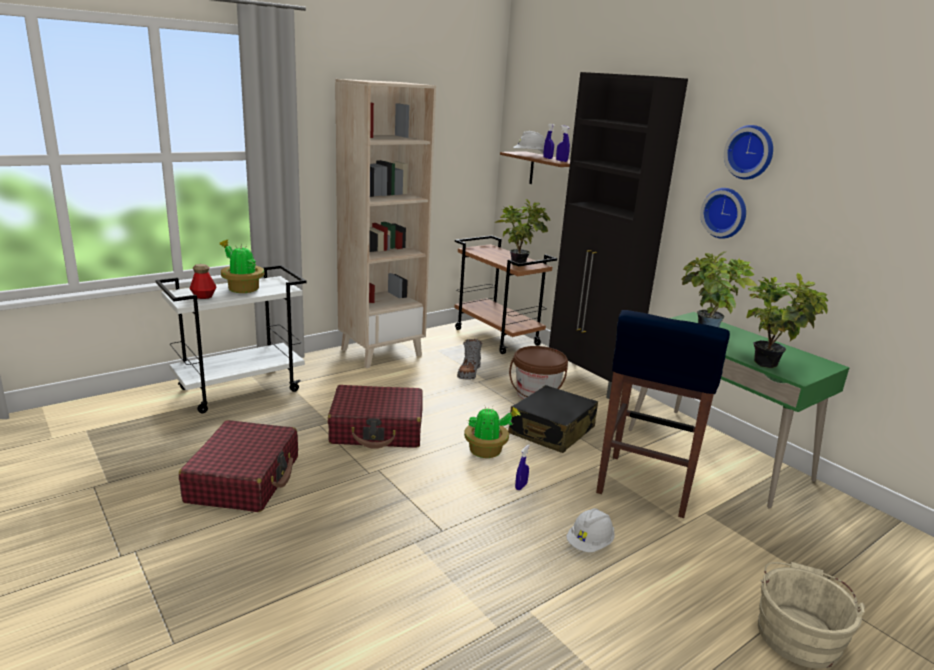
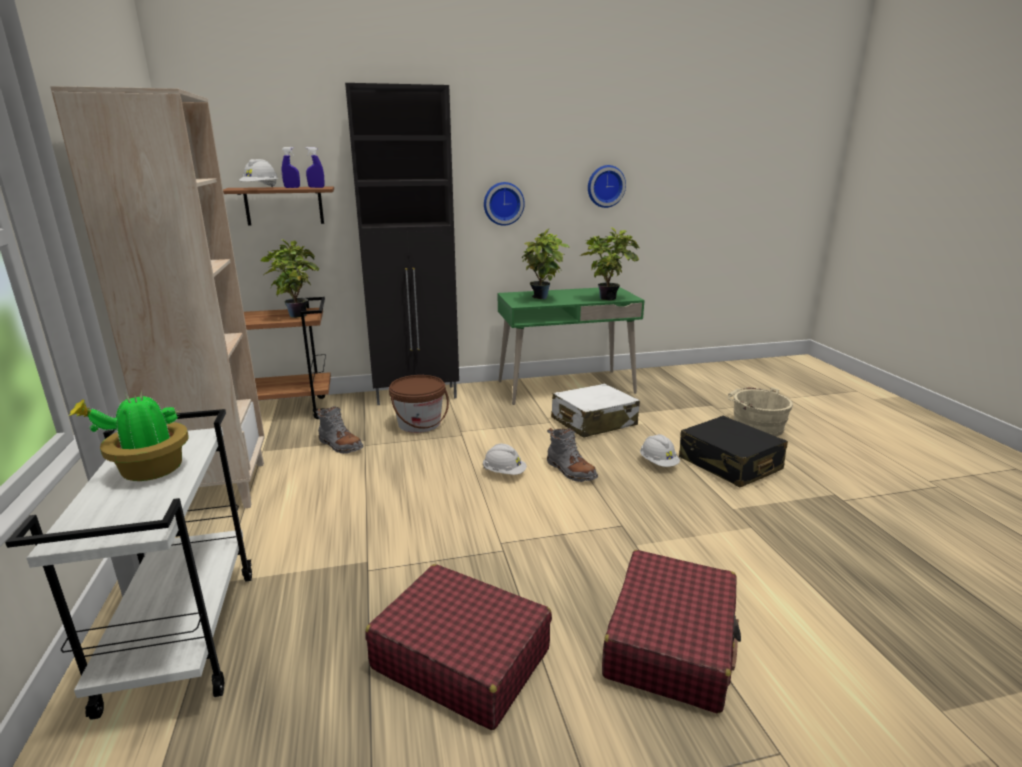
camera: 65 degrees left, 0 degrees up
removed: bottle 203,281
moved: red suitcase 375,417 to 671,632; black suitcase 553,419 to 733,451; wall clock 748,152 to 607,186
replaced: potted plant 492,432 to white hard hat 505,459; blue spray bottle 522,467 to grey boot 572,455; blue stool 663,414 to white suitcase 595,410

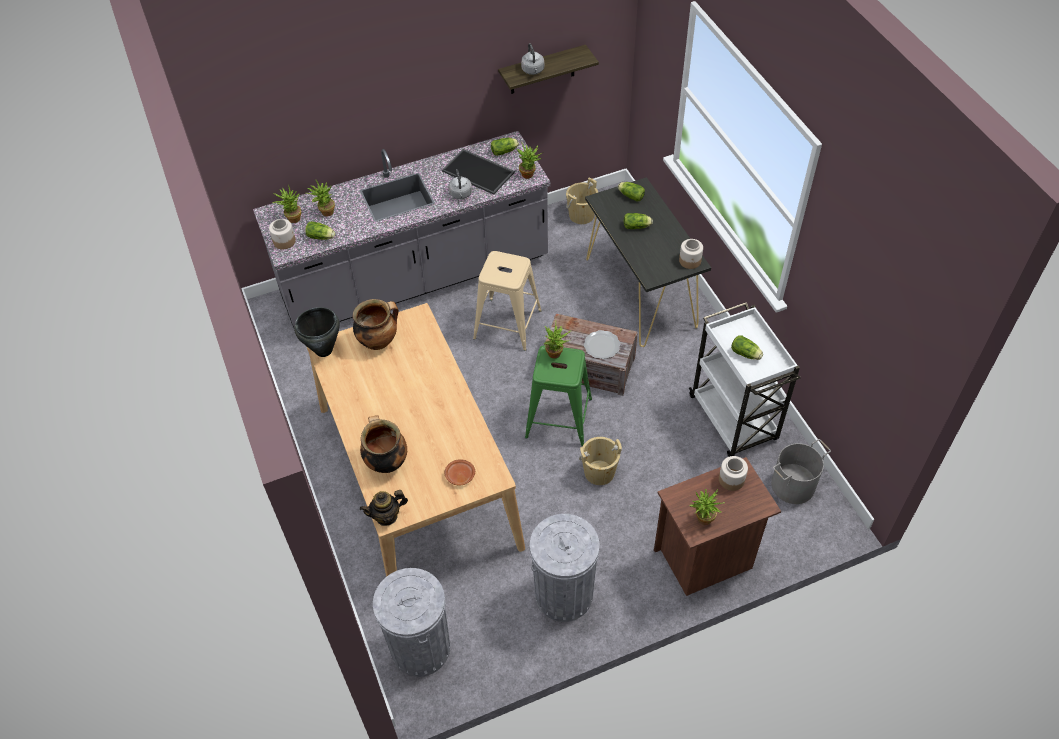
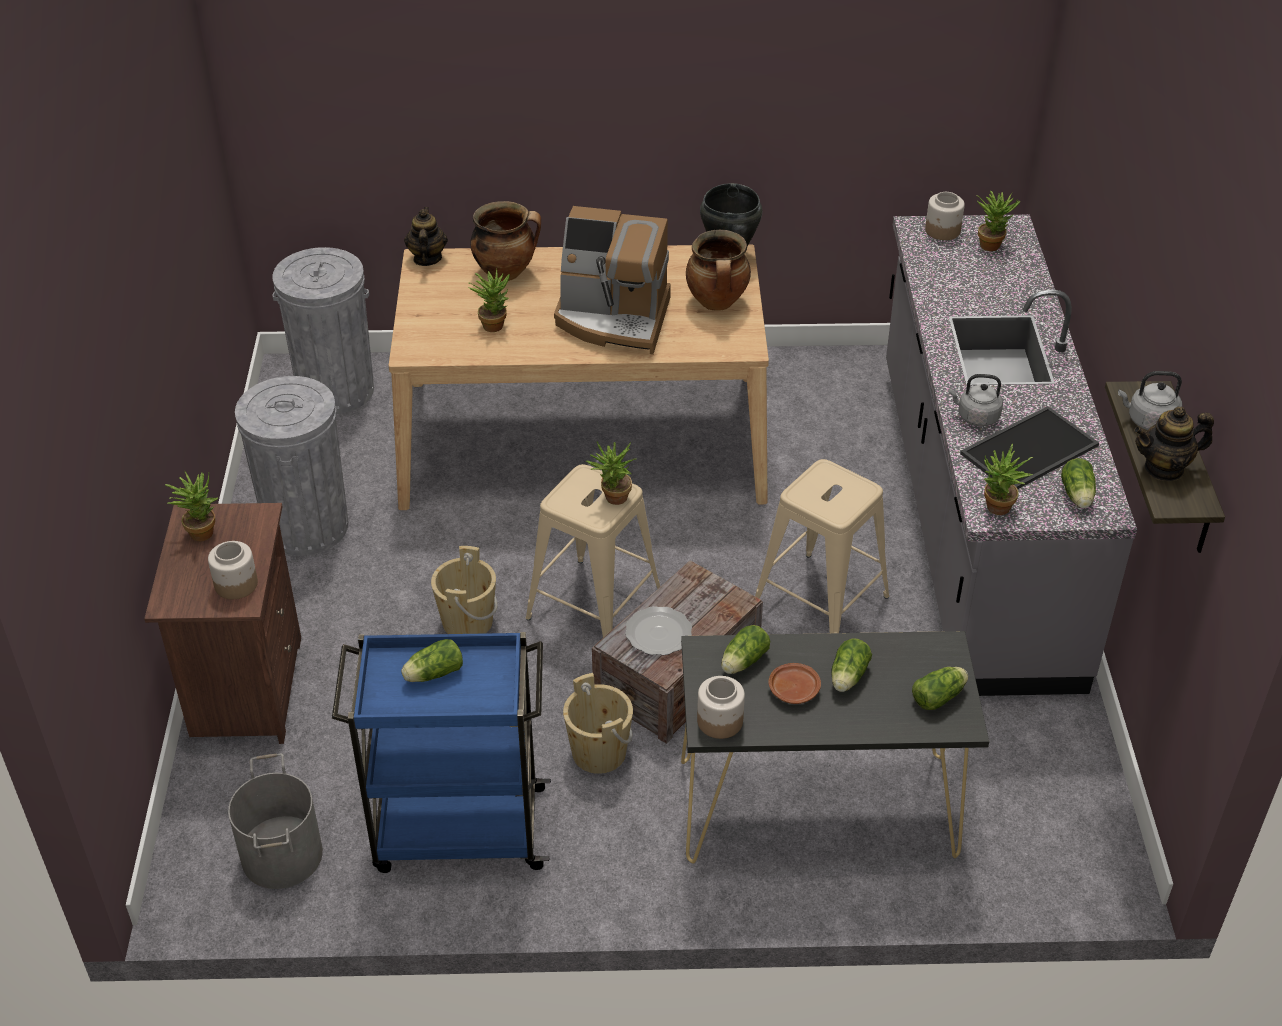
camera: 110 degrees right, 10 degrees down
added: coffee machine 612,280; teapot 1174,444
moved: potted plant 320,198 to 489,300; lettuce 320,230 to 745,649; brown plate 460,472 to 795,683; beige bucket 582,200 to 598,723
recoloured: green stool 558,395 to beige stool 593,550; white cart 744,379 to blue cart 441,752

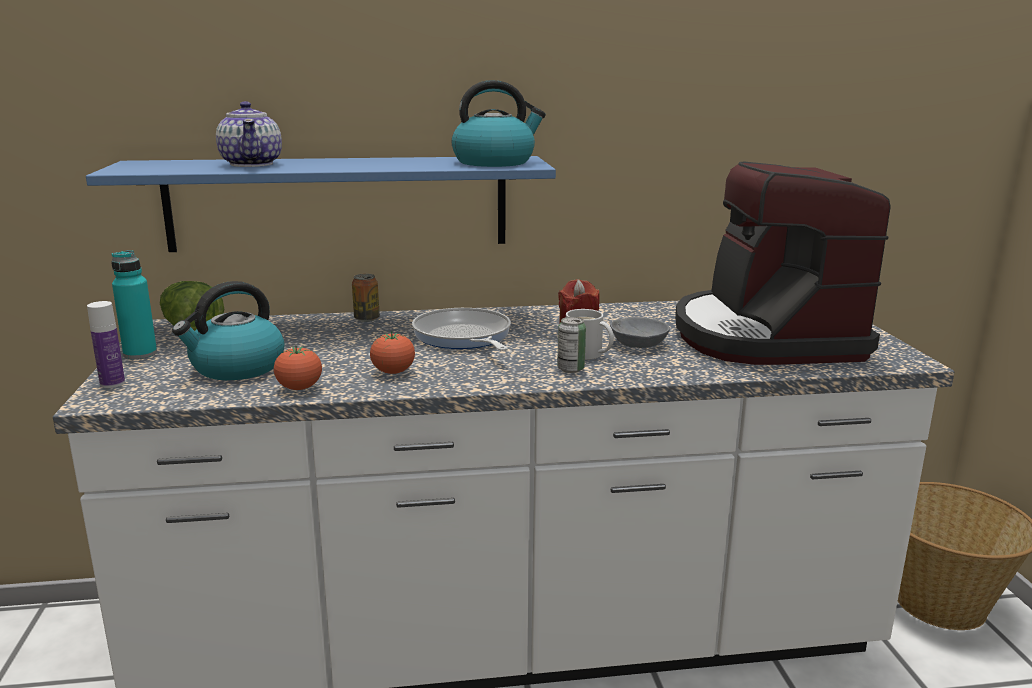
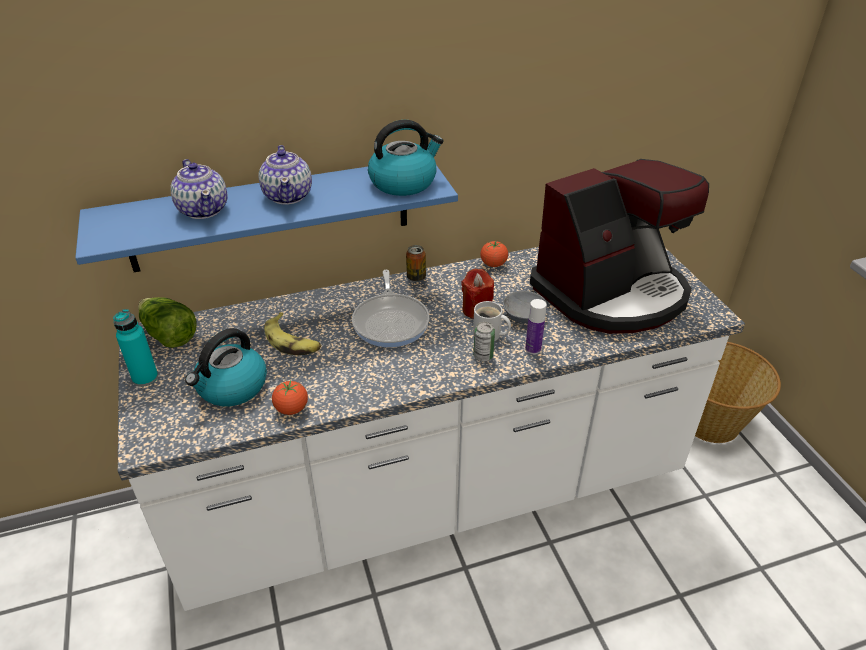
camera: 10 degrees left, 20 degrees up
added: teapot 285,175; banana 292,333
moved: bottle 106,344 to 536,326; can 366,298 to 416,263; tomato 392,352 to 494,254
turned: frying pan 461,329 = 390,308 150 degrees counterclockwise; coffee machine 783,263 = 619,246 105 degrees counterclockwise

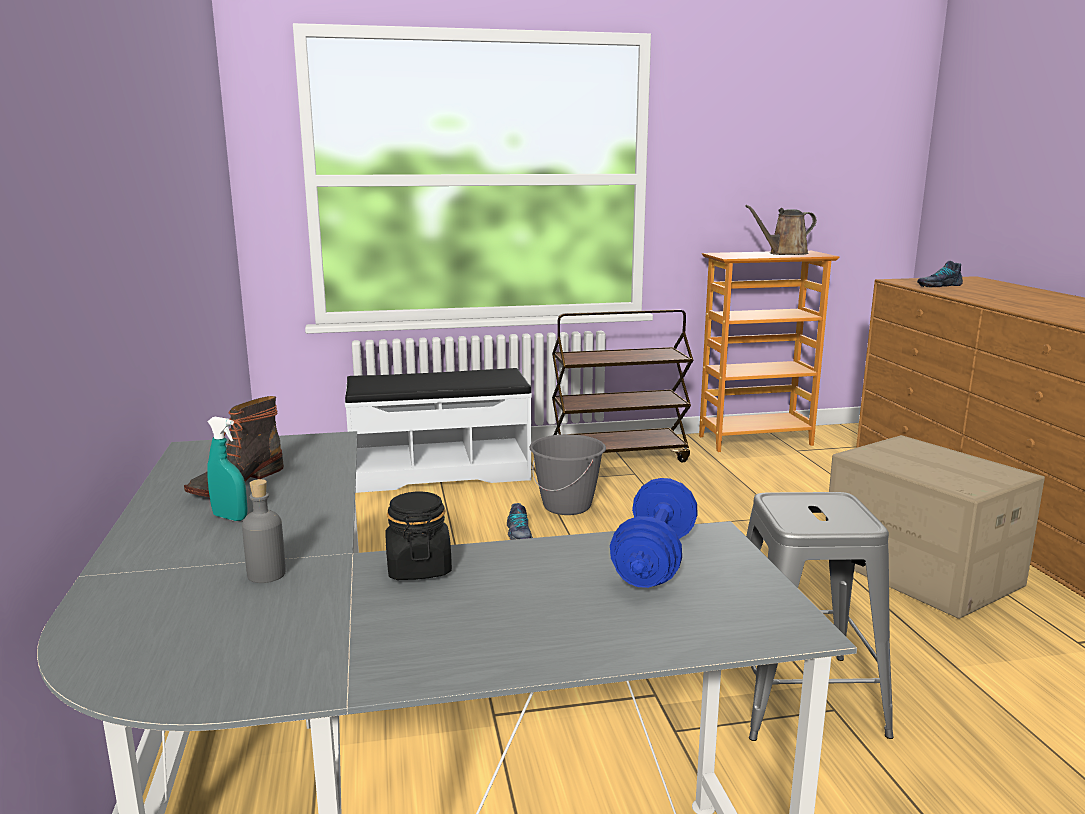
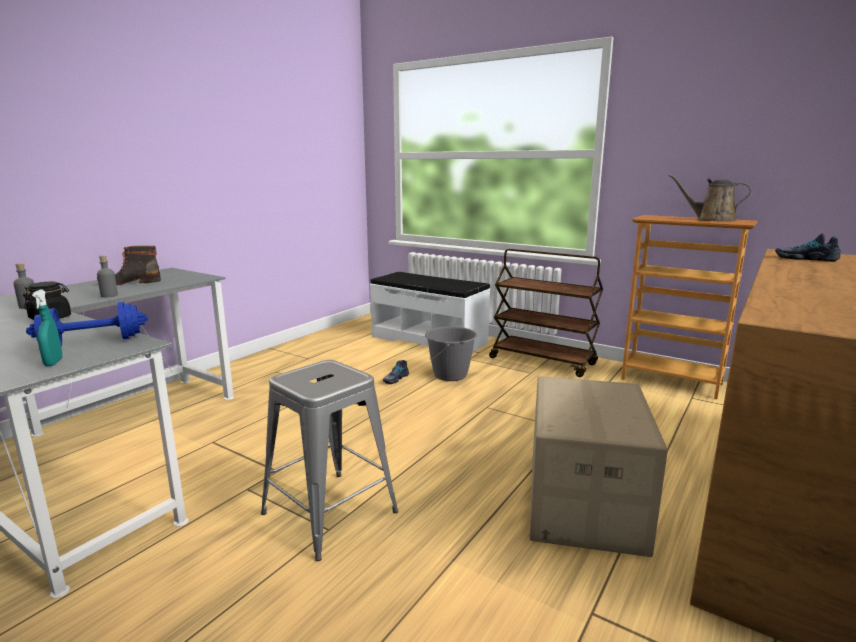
camera: 45 degrees right, 0 degrees up
added: grey bottle 107,276
moved: turquoise spray bottle 227,469 to 47,327

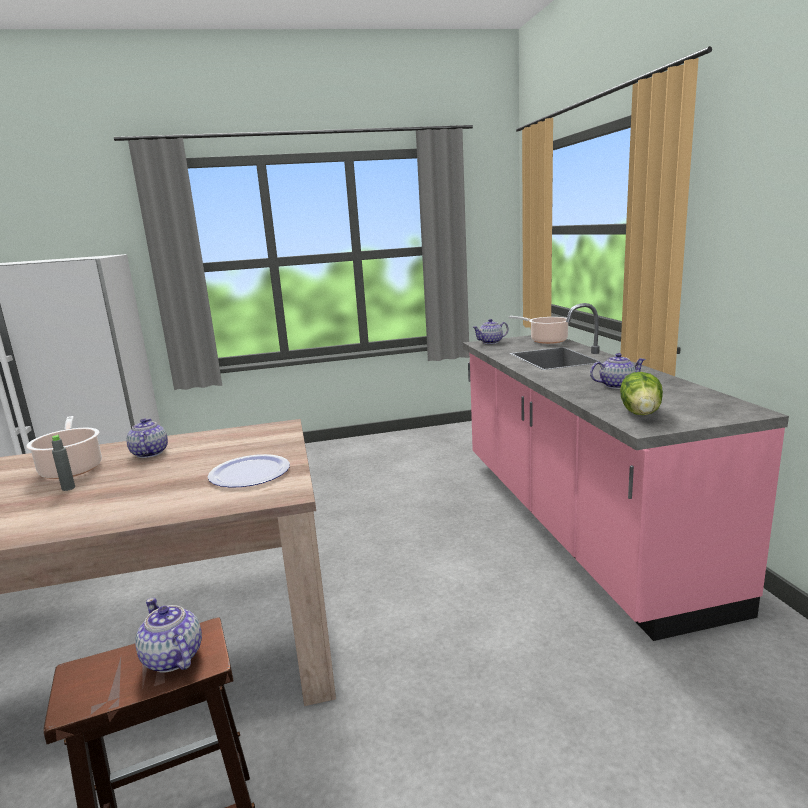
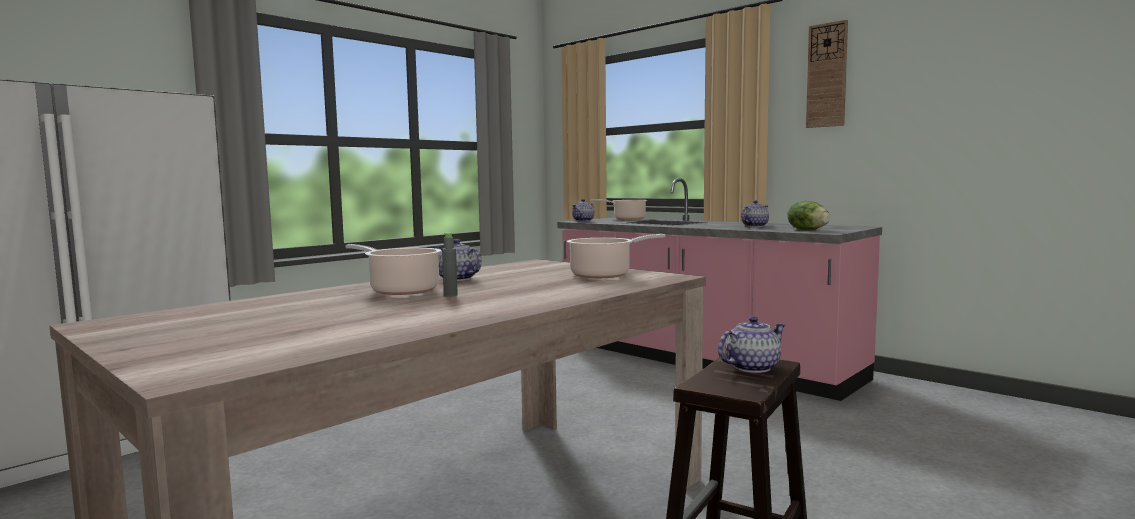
camera: 35 degrees left, 10 degrees down
added: wall clock 827,74
replaced: plate 249,471 to cooking pot 616,256
turned: teapot 168,635 = 752,344 135 degrees clockwise

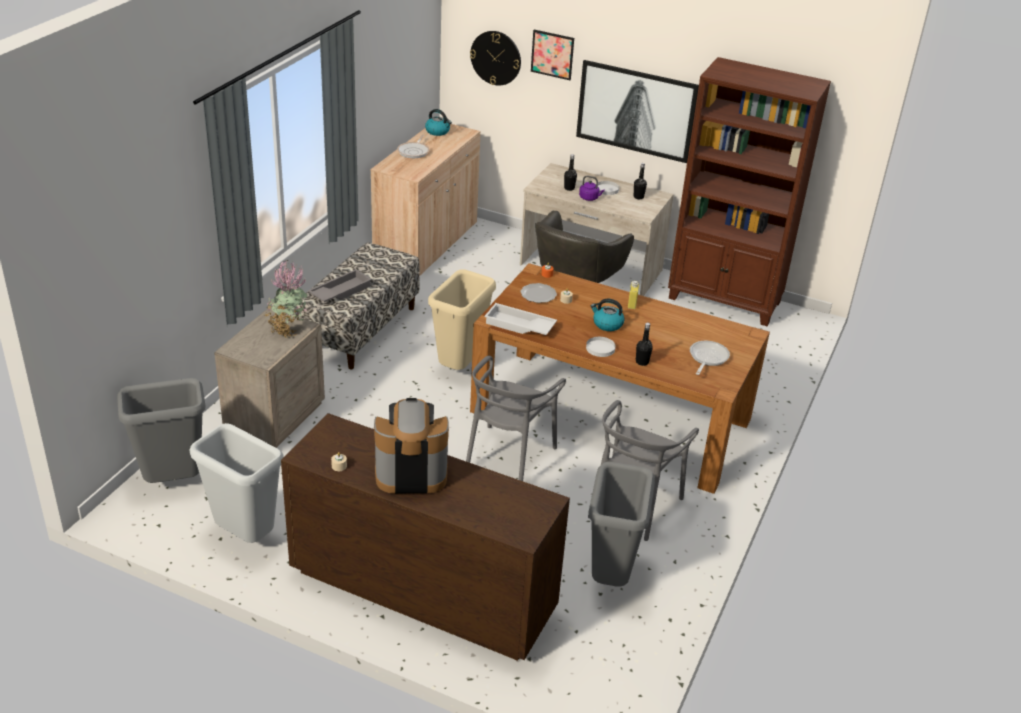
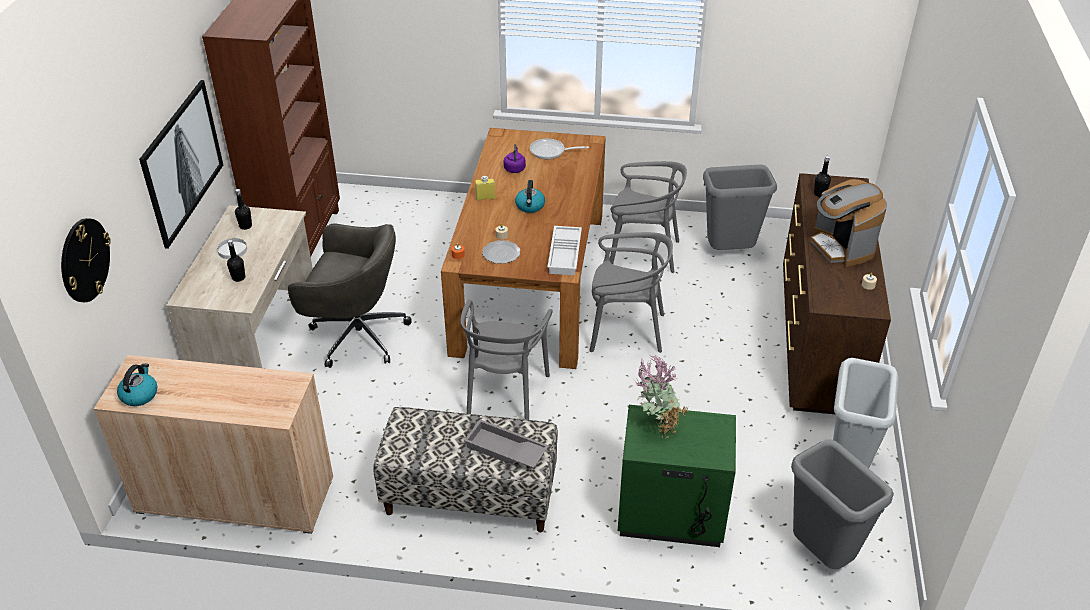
camera: 105 degrees left, 5 degrees up
removed: frying pan 413,146; picture 552,55; white plate 601,347
moved: purple kettle 592,188 to 515,158; black bottle 644,344 to 822,176
replaced: beige trash can 462,319 to grey chair 507,360
recoloured: beige nightstand 269,378 to green nightstand 677,476

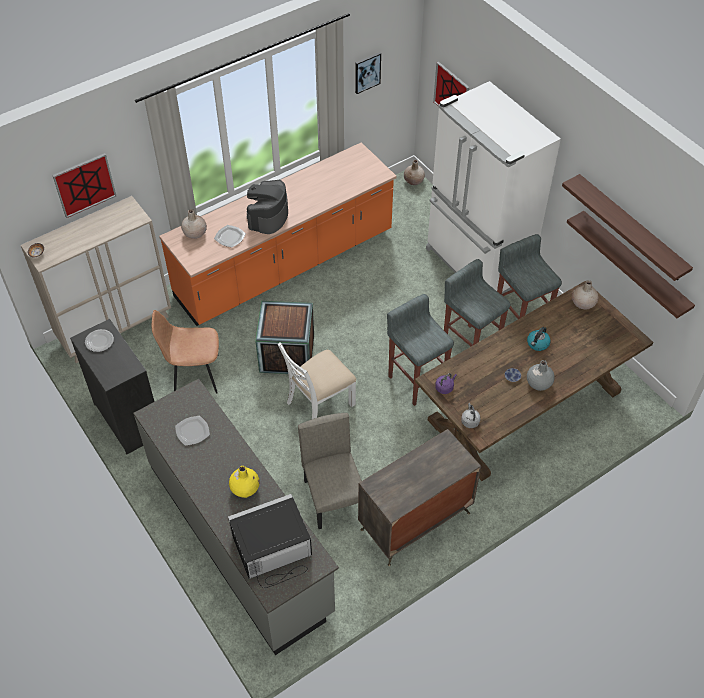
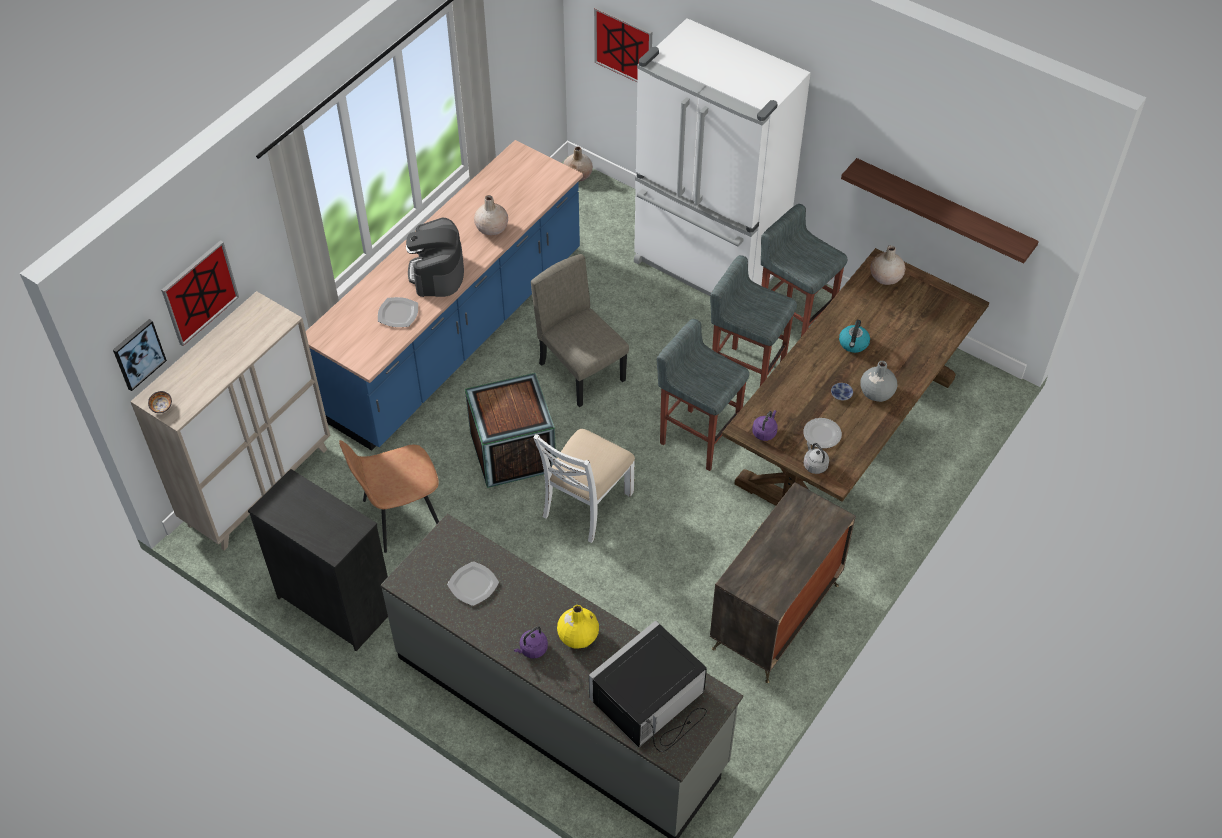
camera: 20 degrees left, 0 degrees up
removed: shelf 627,227
added: purple kettle 531,642
moved: plate 99,340 to 822,433; beige vase 194,224 to 491,215; beige chair 330,471 to 580,330; picture 368,73 to 140,355
recoloured: orange counter 278,234 to blue counter 444,295

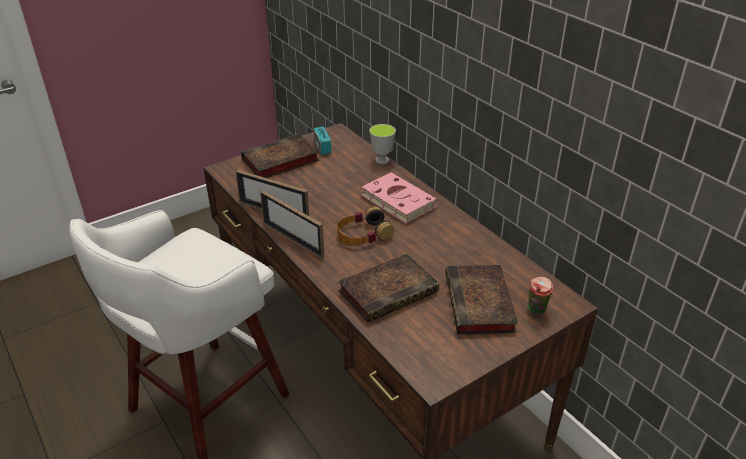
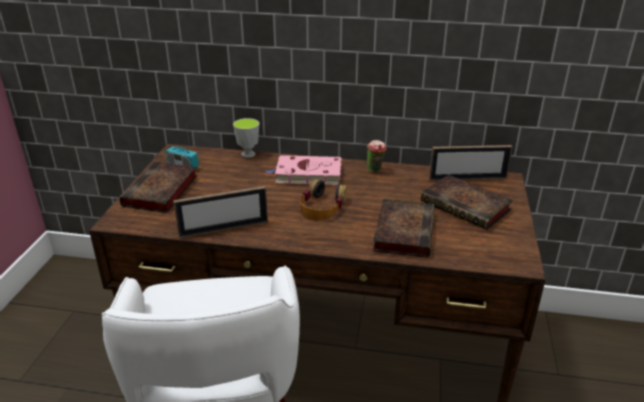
camera: 45 degrees left, 5 degrees down
moved: picture frame 292,224 to 471,163; cup 541,296 to 377,156

